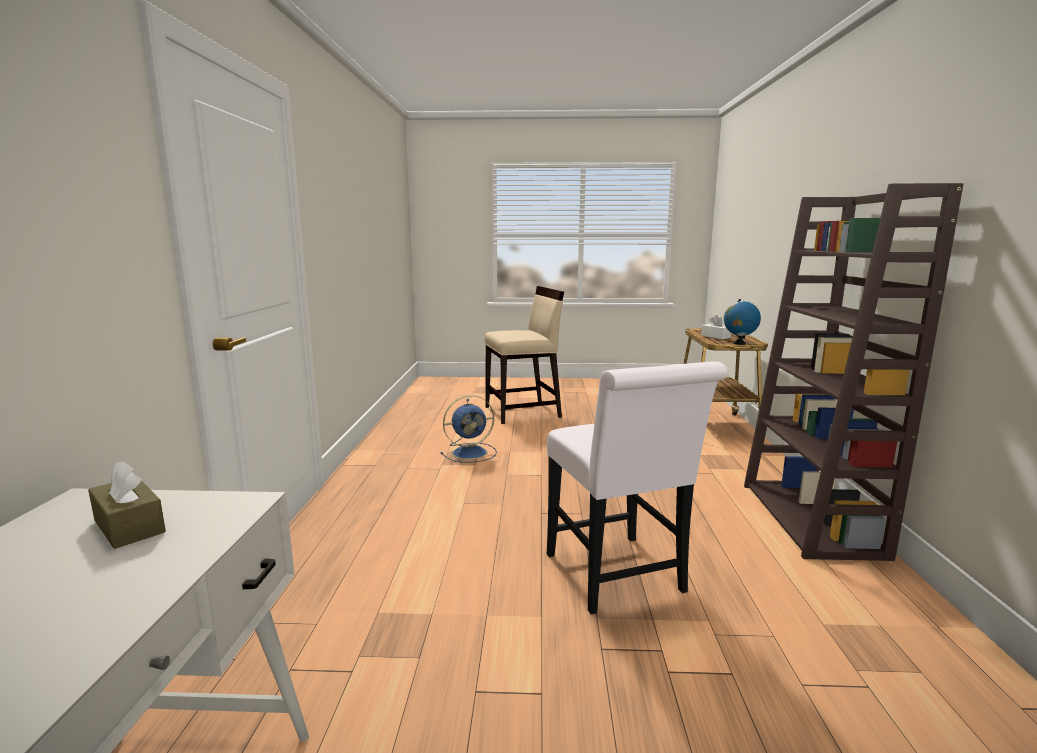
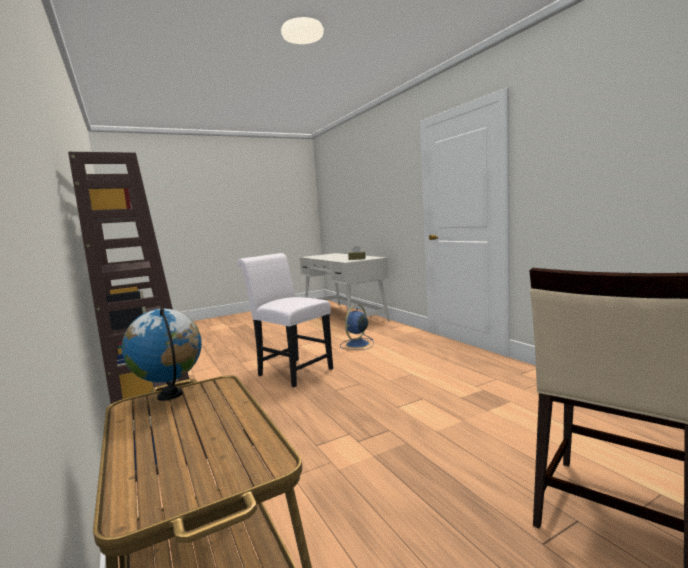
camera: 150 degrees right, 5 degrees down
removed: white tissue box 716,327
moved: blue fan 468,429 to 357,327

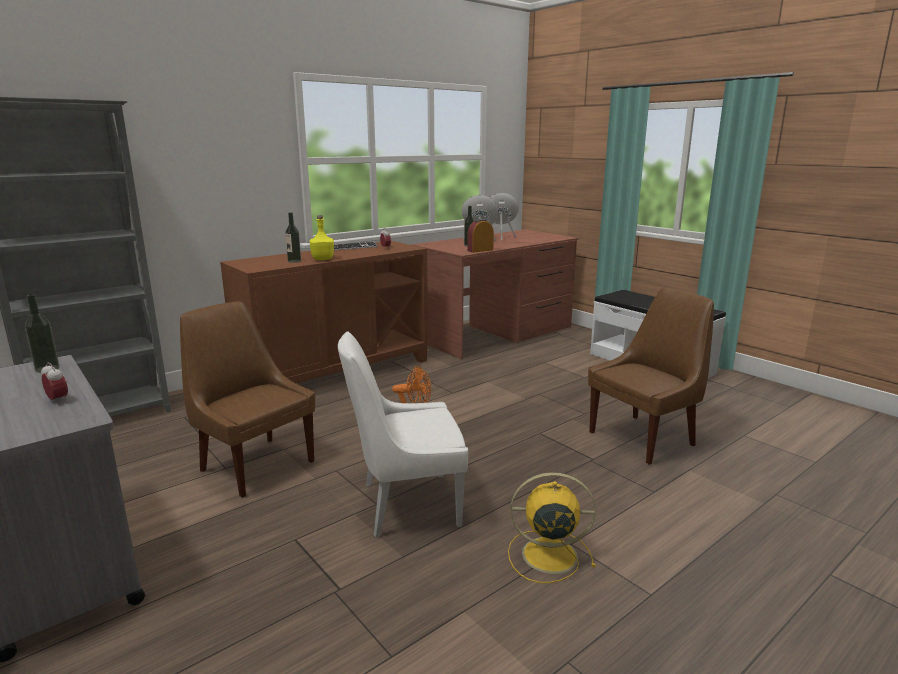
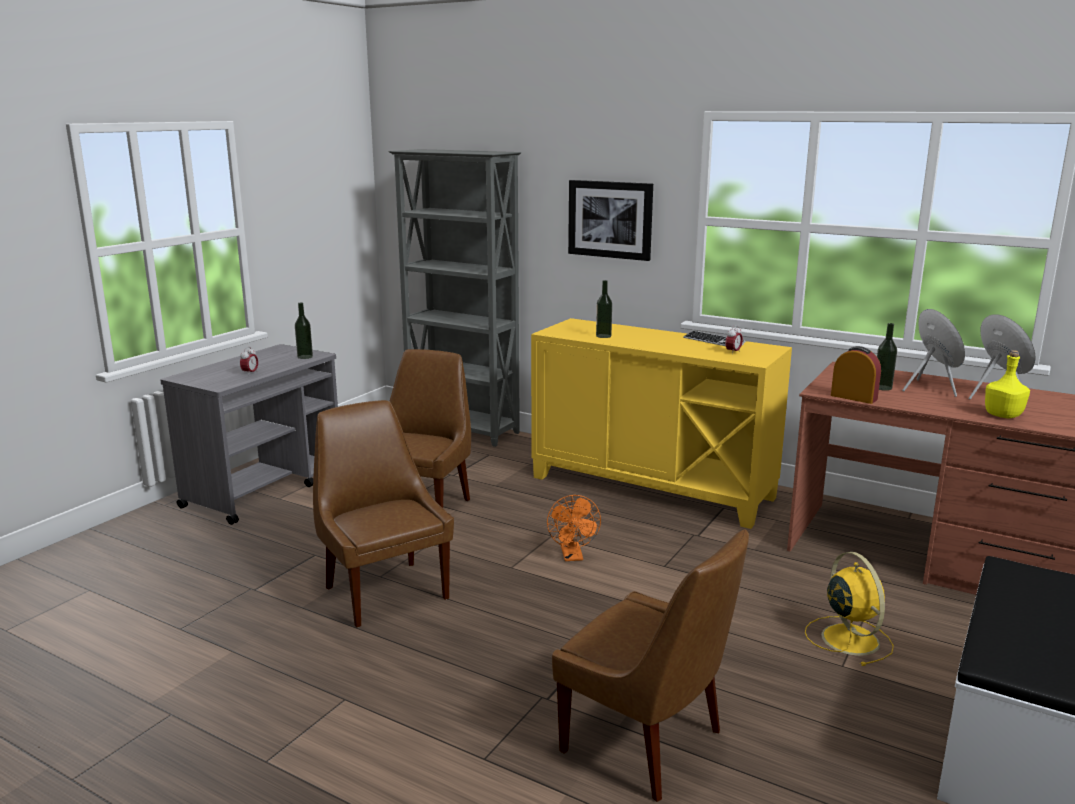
camera: 70 degrees right, 0 degrees up
added: picture 610,220
moved: yellow bottle 322,237 to 1007,384; yellow fan 552,527 to 849,609
recoloured: brown cabinet 324,312 to yellow cabinet 661,423; white chair 403,434 to brown chair 383,513

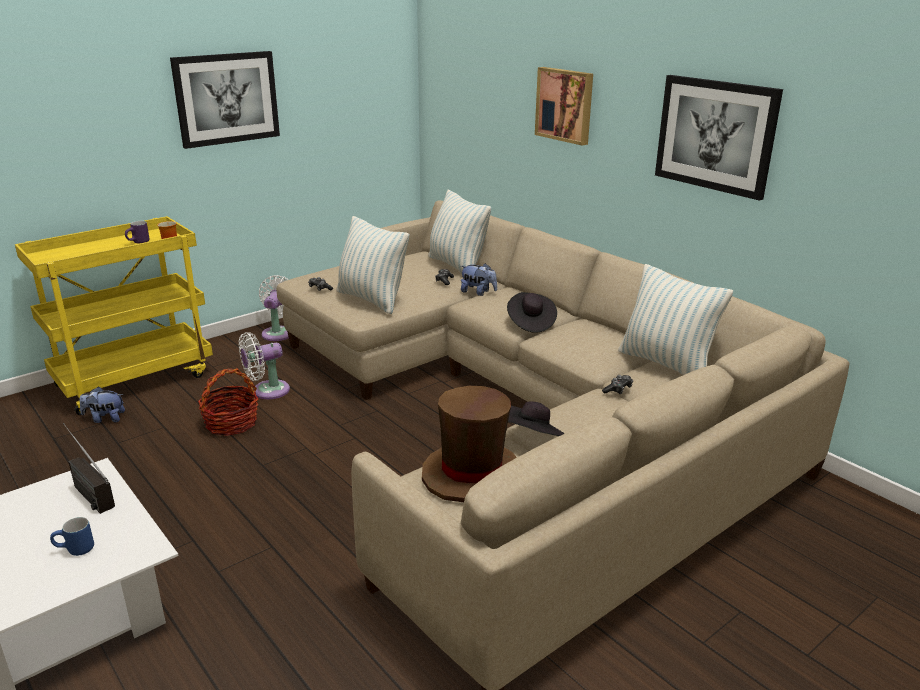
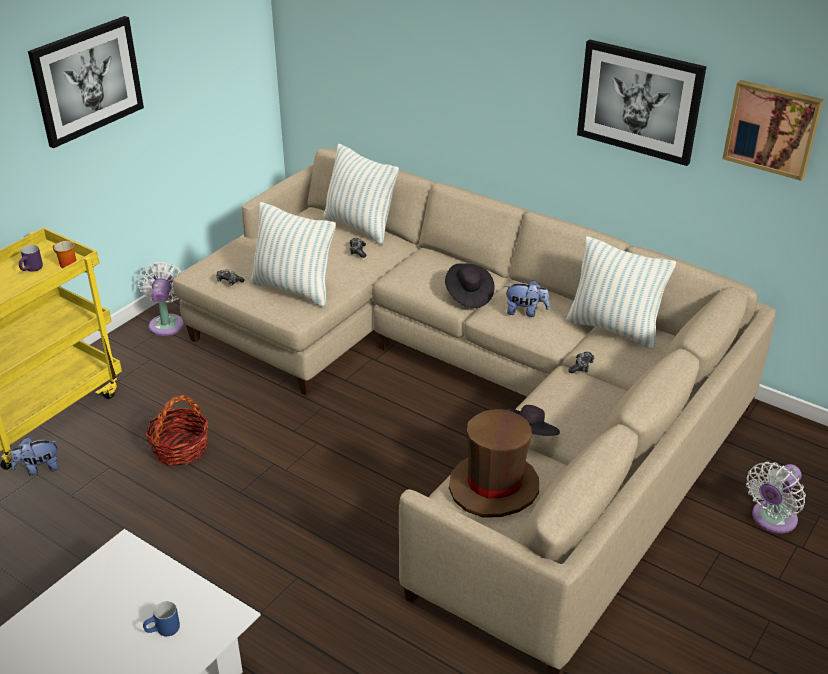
camera: 15 degrees left, 10 degrees up
removed: radio 89,468
moved: white fan 264,365 to 776,497; plush toy 479,279 to 527,298; picture 564,106 to 773,130

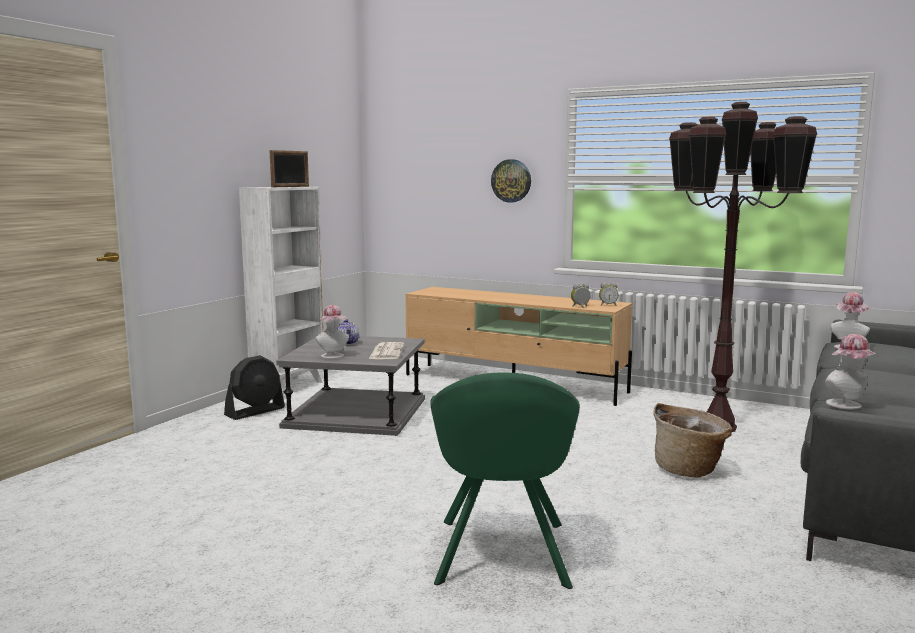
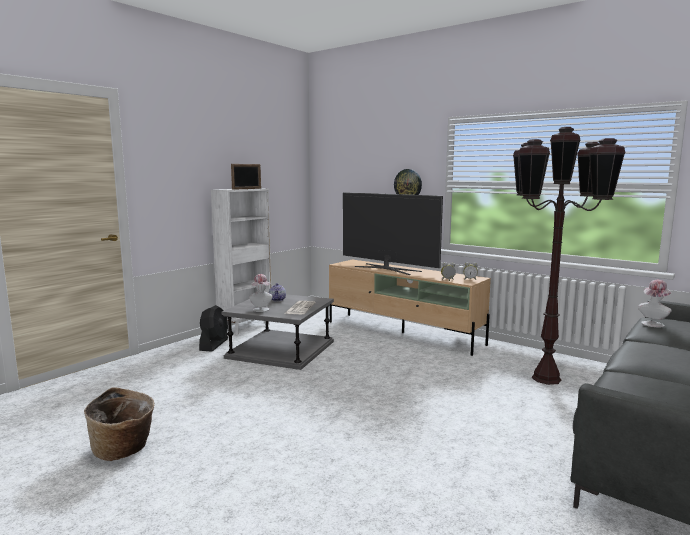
camera: 10 degrees right, 0 degrees up
removed: green armchair 505,481; hat 851,372
added: television 393,233
moved: basket 692,440 to 119,424
turned: black fan 254,387 = 213,328 45 degrees counterclockwise

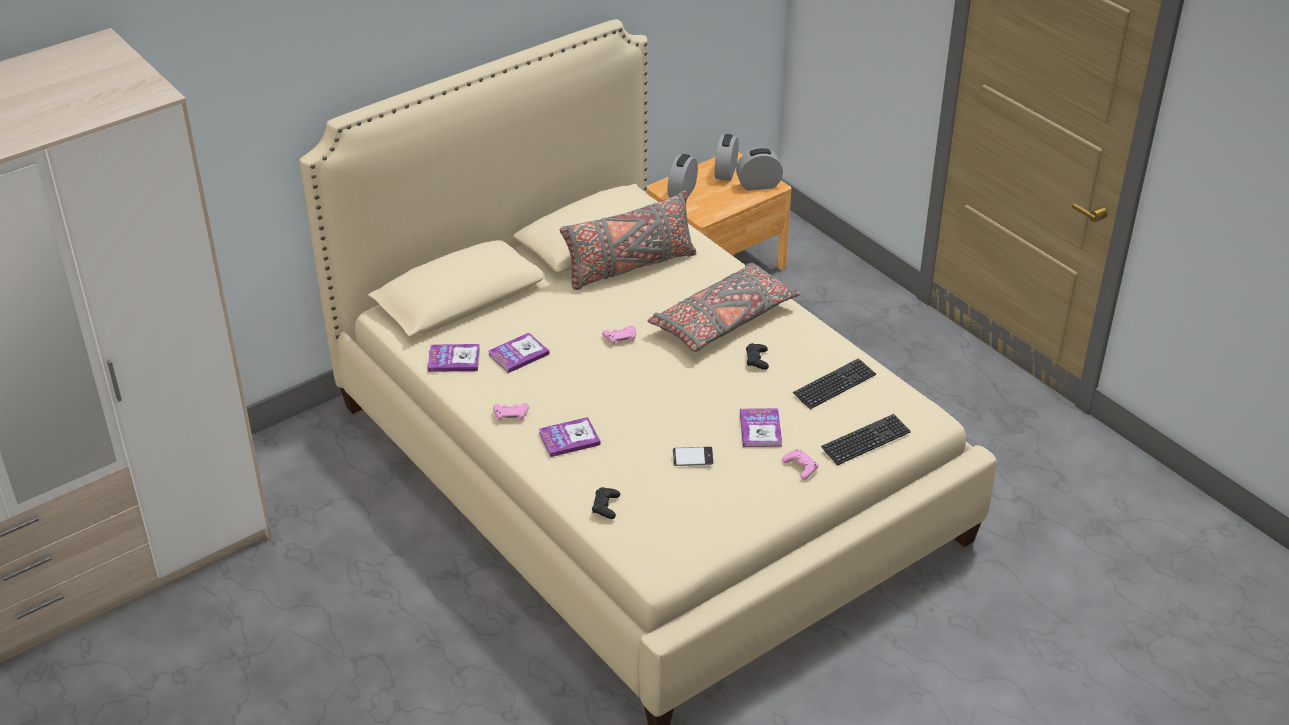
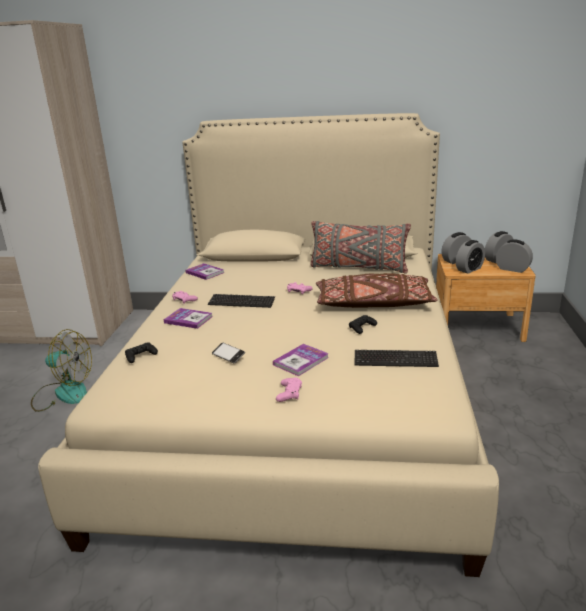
camera: 45 degrees right, 15 degrees down
removed: book 518,352
added: fan 61,370; alarm clock 470,257
moved: keyboard 866,439 to 241,301
recoloured: grey pillow 724,307 to brown pillow 377,290

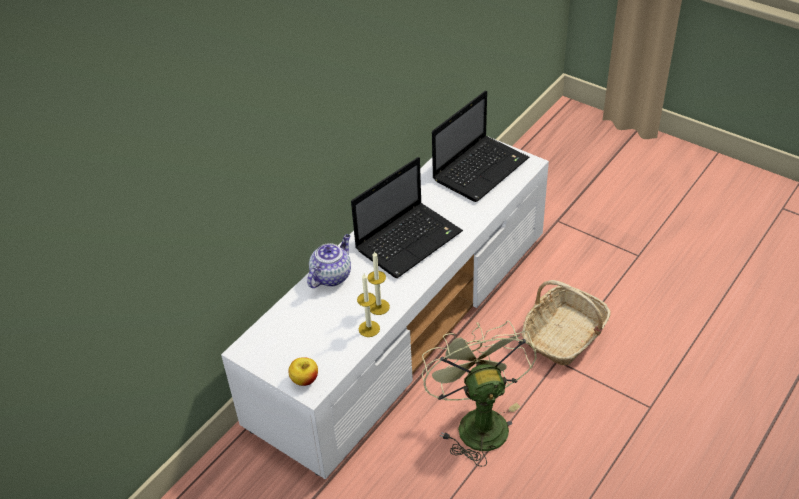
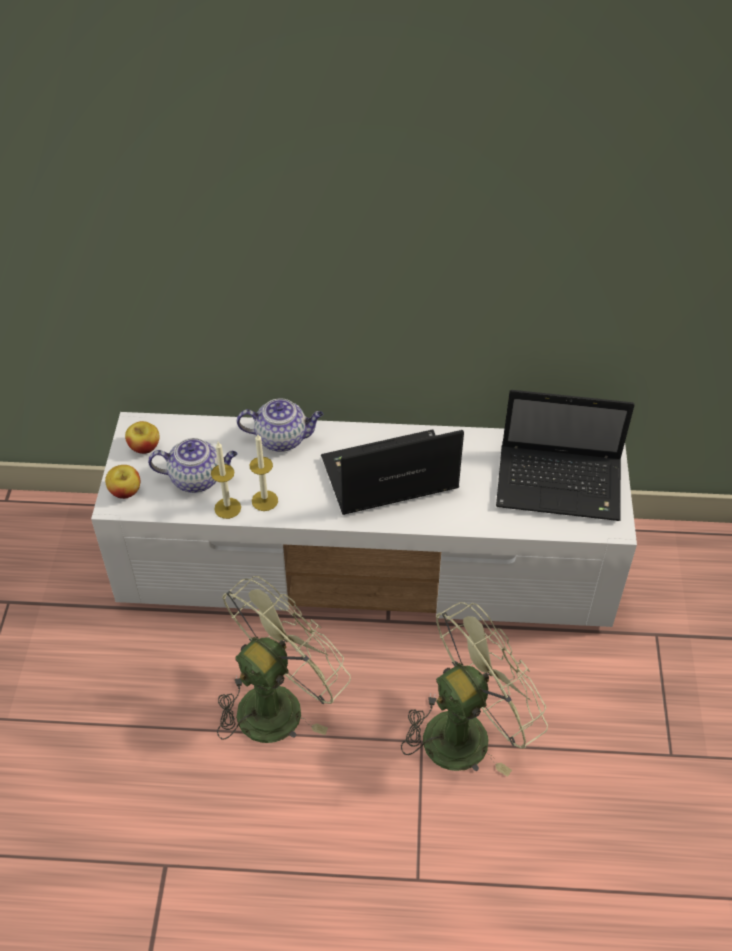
camera: 55 degrees right, 5 degrees up
added: apple 142,437; teapot 192,465
replaced: basket 566,322 to green fan 474,689
turned: laptop 407,217 = 392,472 150 degrees clockwise

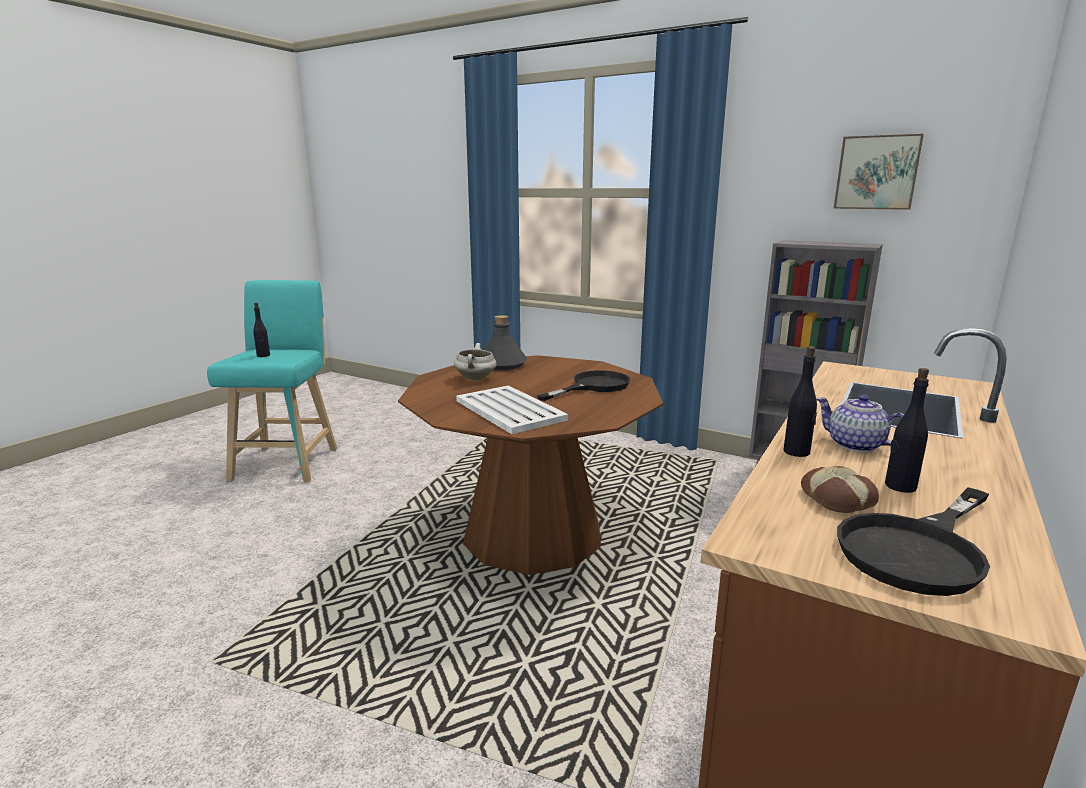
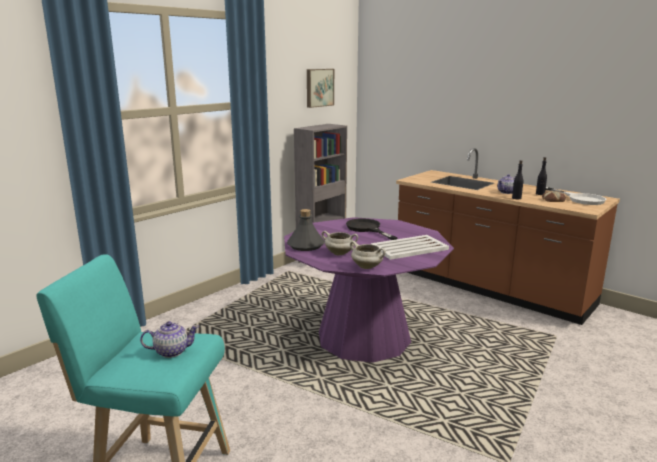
camera: 80 degrees left, 0 degrees up
added: white cooking pot 368,255
replaced: black bottle 261,330 to teapot 169,339
recoloured: brown dining table 530,465 to purple dining table 369,290; black frying pan 913,541 to white frying pan 576,196

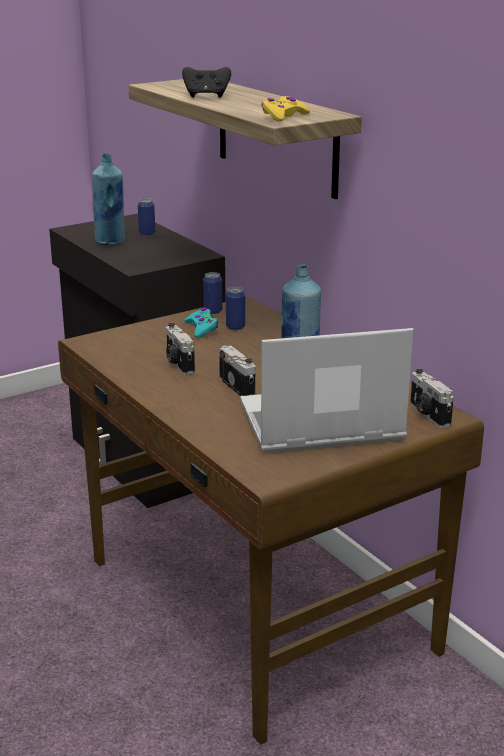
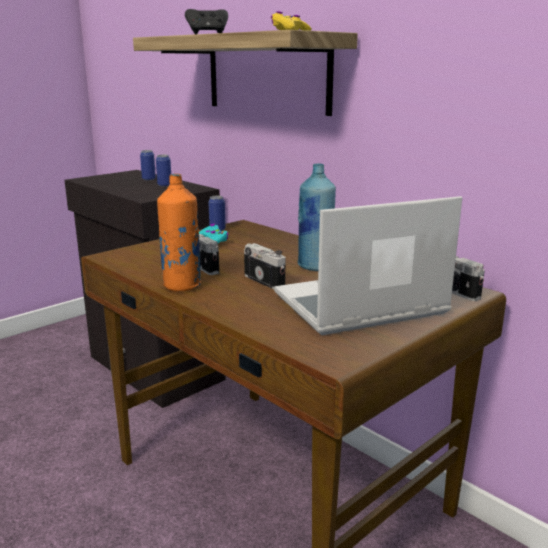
camera: 10 degrees left, 5 degrees down
removed: blue bottle 108,199
added: orange bottle 179,233
moved: can 235,308 to 163,170

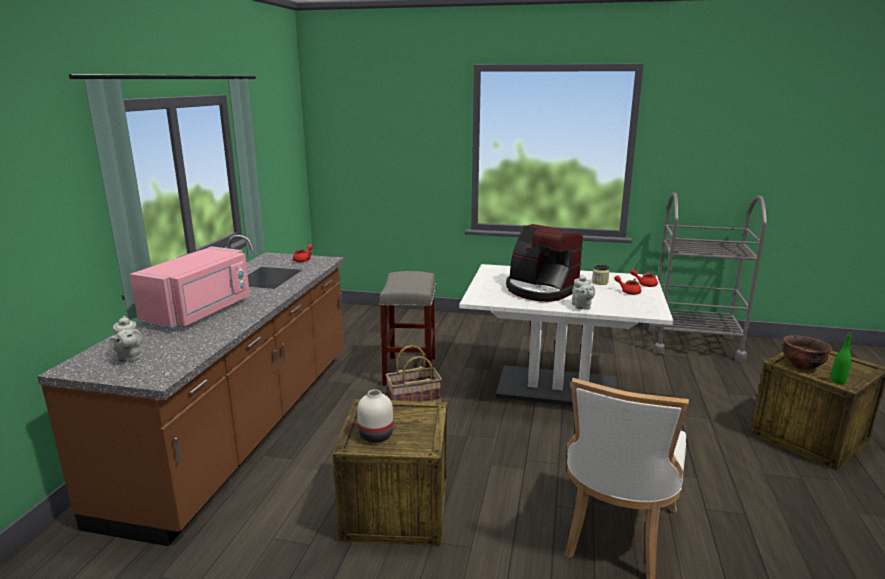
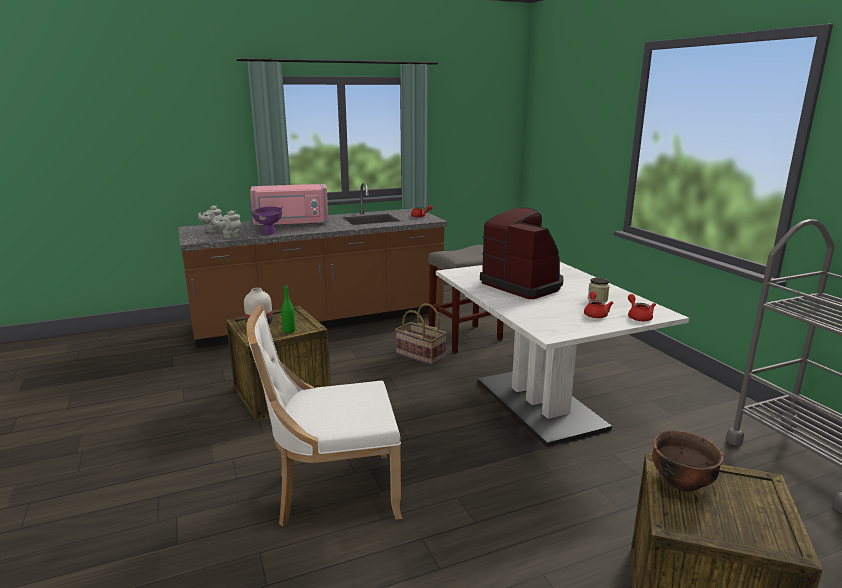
camera: 55 degrees right, 0 degrees up
added: purple bowl 266,220
moved: grey teapot 583,292 to 227,224; green bottle 841,358 to 288,309
turned: coffee machine 544,263 = 521,253 135 degrees clockwise

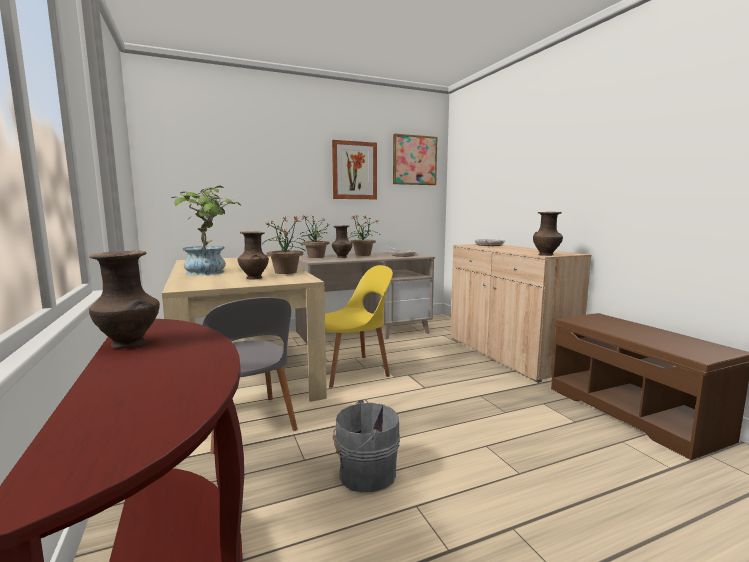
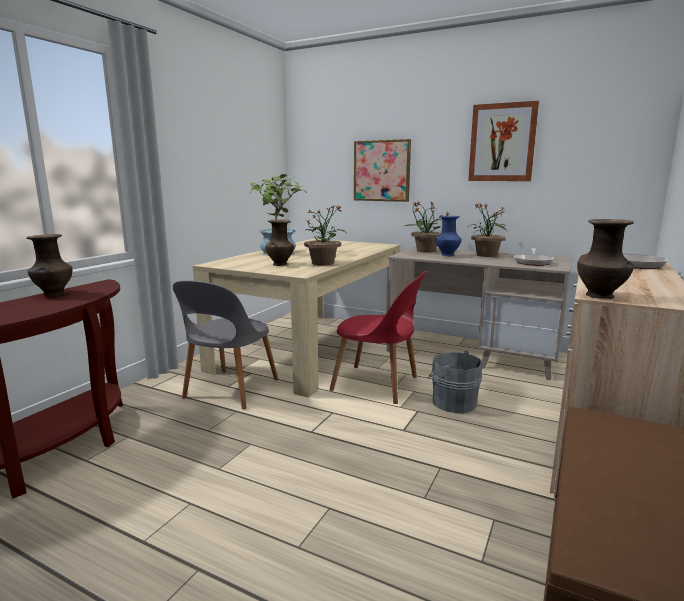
camera: 50 degrees right, 5 degrees up
moved: grey bucket 366,446 to 454,382; picture 415,159 to 382,170
recoloured: yellow chair 359,326 to red chair 378,337; brown vase 342,242 to blue vase 448,236

